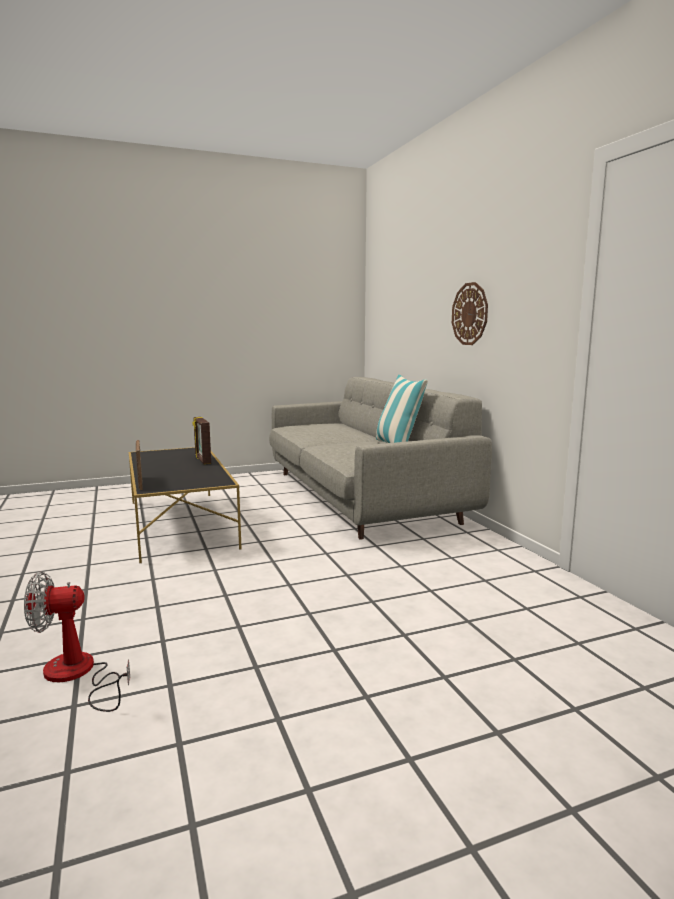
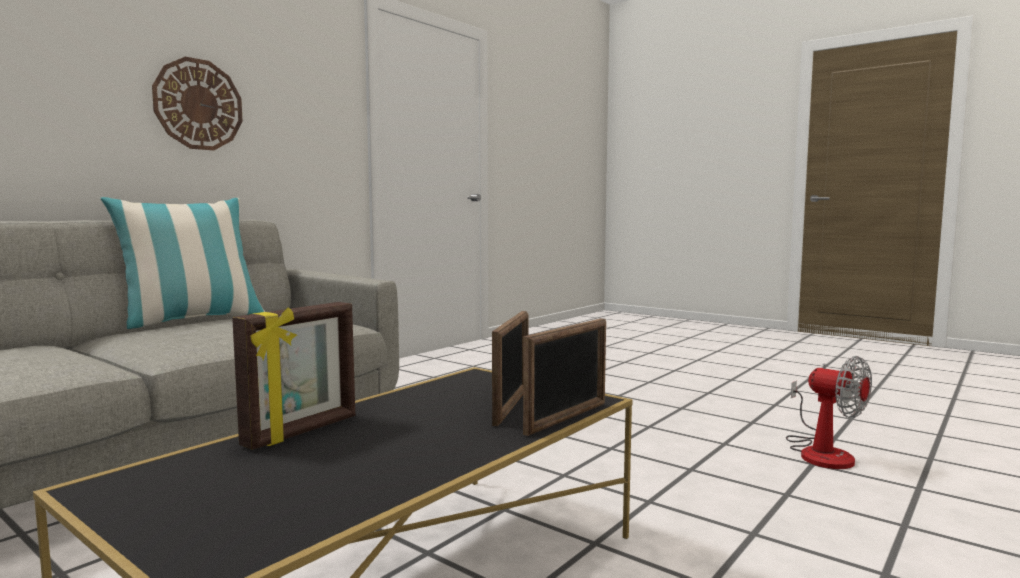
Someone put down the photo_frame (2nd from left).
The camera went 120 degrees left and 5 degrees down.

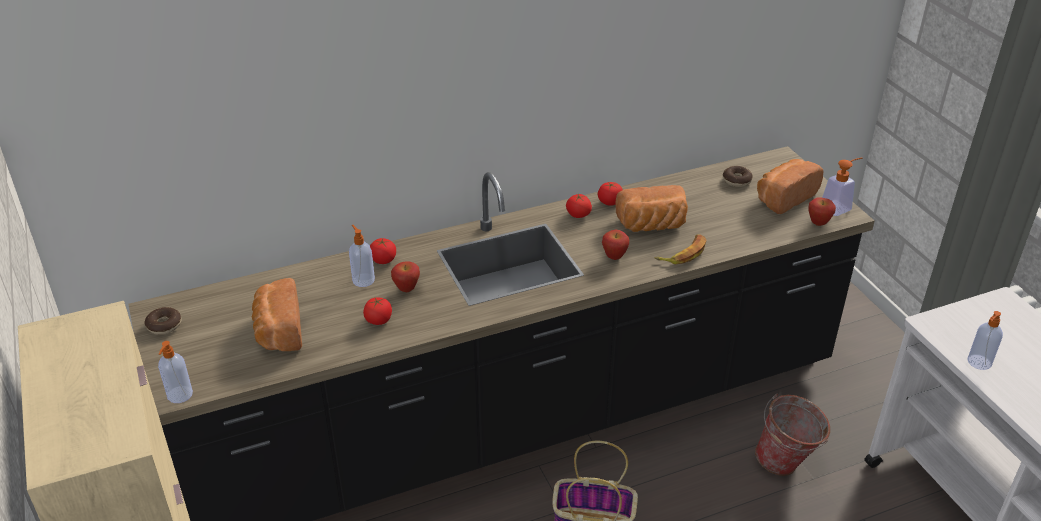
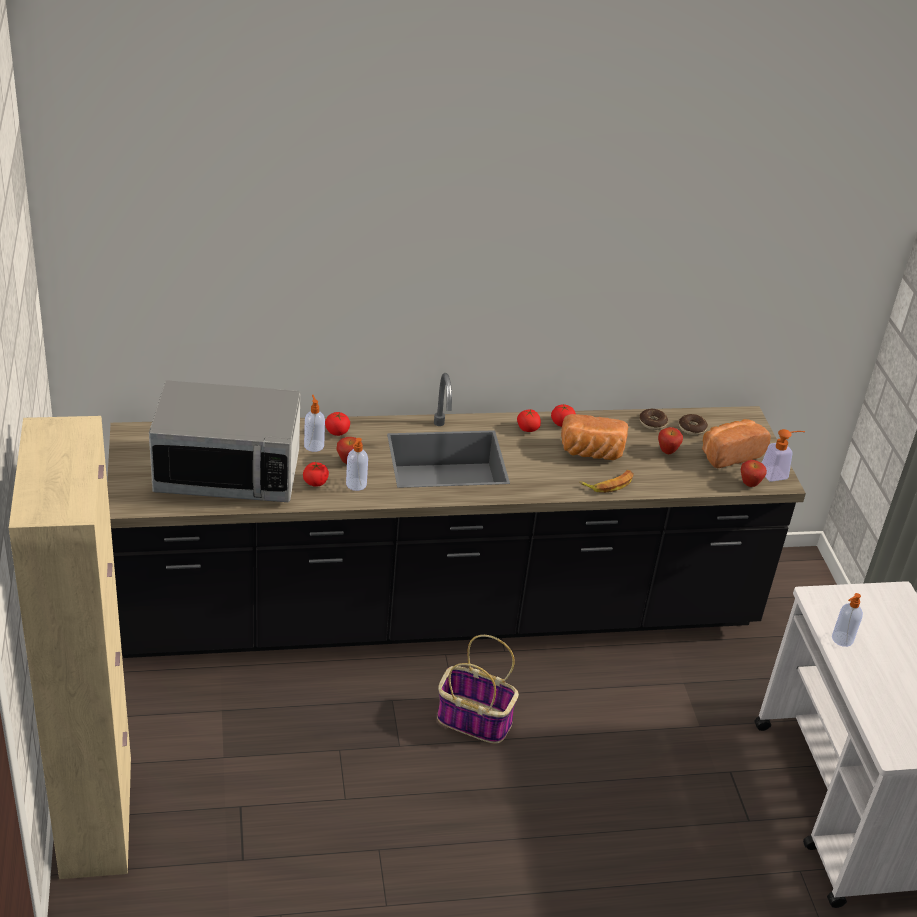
Someone carried the apple_fruit (2nd from left).
Someone swapped the bakery_bread (1st from left) for the microwave_oven.
Someone carried the doughnut (1st from left).
Someone carried the soap_dispenser (1st from left in the first image).
Someone took away the bucket.
The camera went 10 degrees right and 0 degrees up.

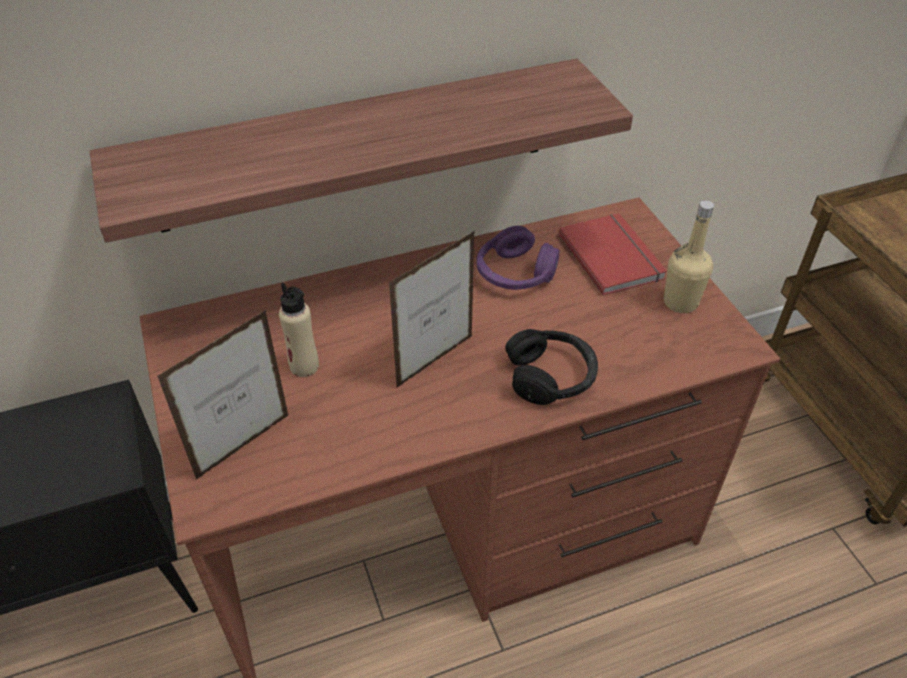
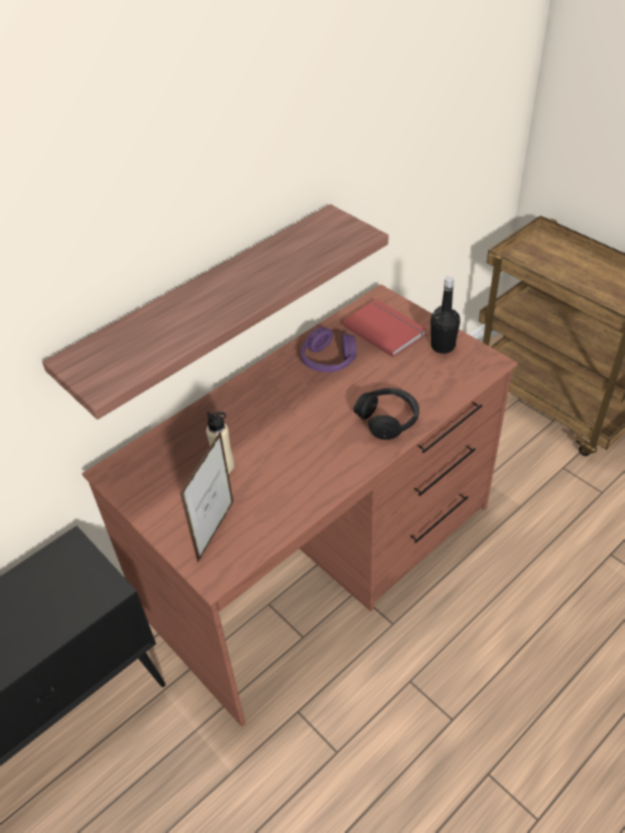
Someone repainted the sand-coloured_bottle (2nd from left), which became the blackish_bottle.
Someone took away the photo_frame (2nd from left).
The camera went 20 degrees left and 0 degrees up.

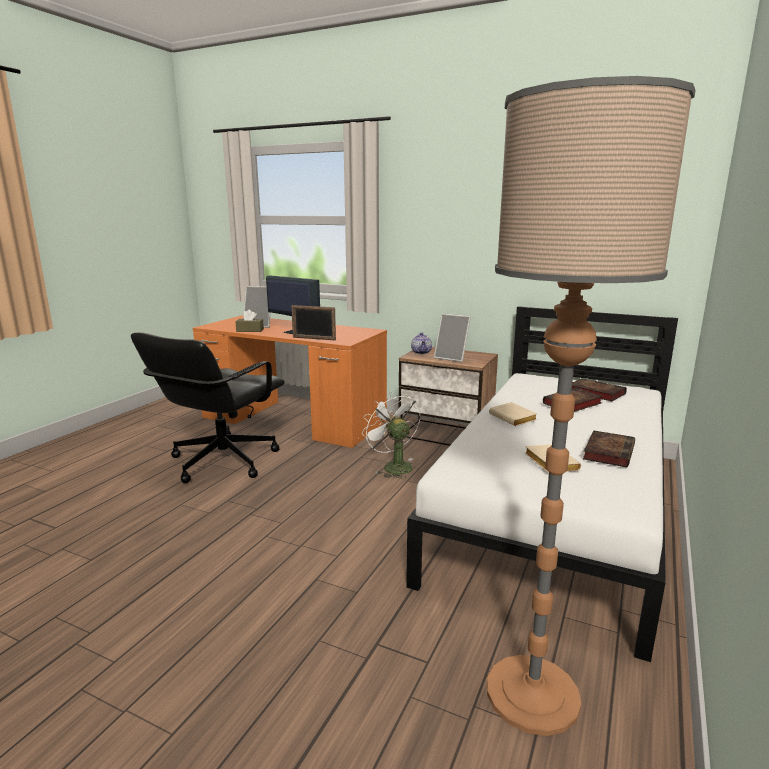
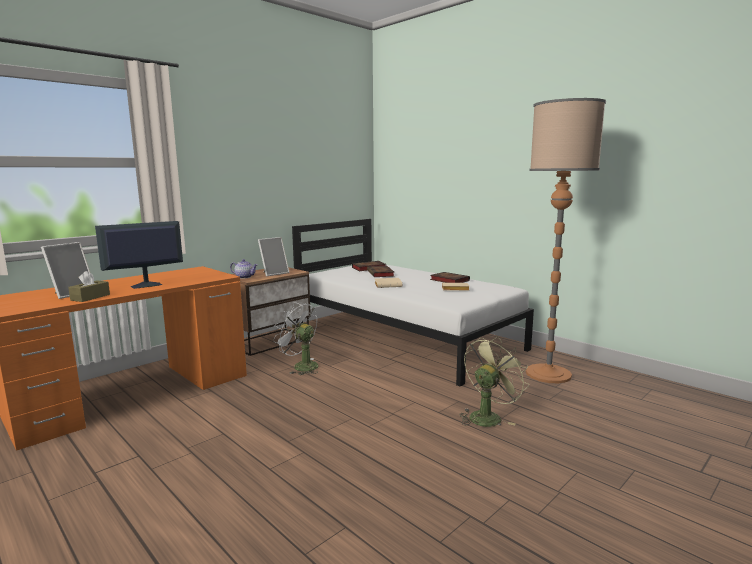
Someone took away the photo_frame (2nd from left).
Someone took away the blackish_desk_chair.
Someone rotated the whitish_cooling_fan by 45 degrees clockwise.
Someone put down the green_cooling_fan.
The camera went 70 degrees left and 5 degrees down.

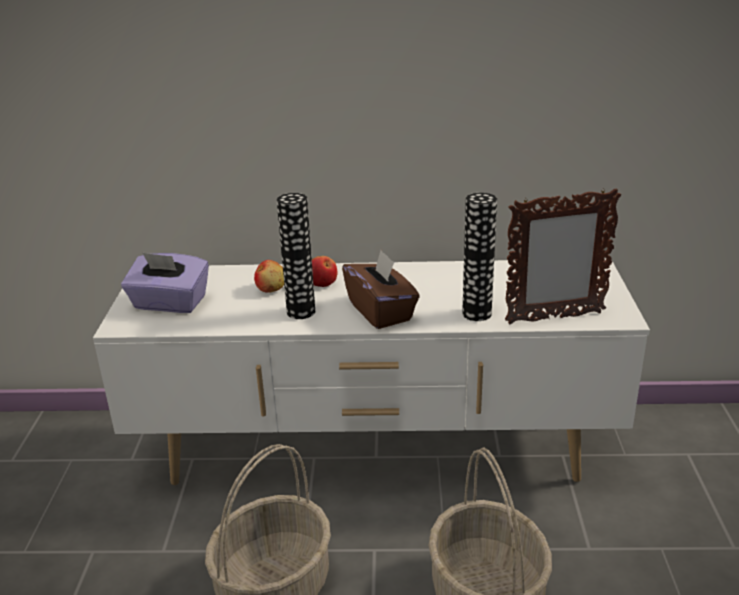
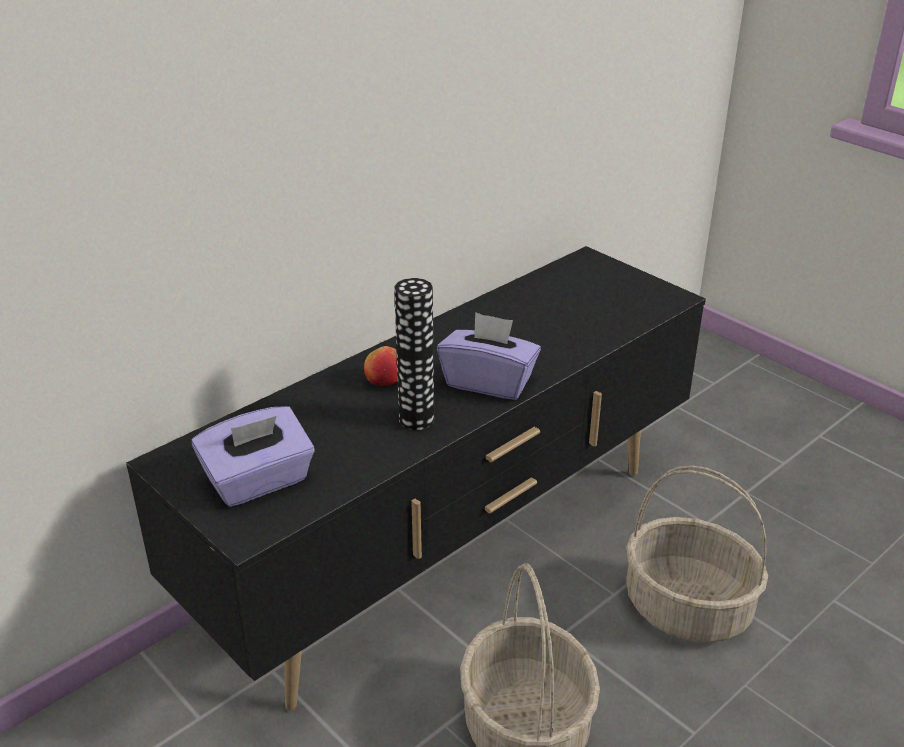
Someone took away the photo_frame.
Someone took away the vase (2nd from left).
Someone repainted the brown-coloured_box_of_tissues, which became the purple_box_of_tissues (2nd from left).
Someone repainted the whitish_tv_unit, which became the blackish_tv_unit.
Someone took away the apple_fruit (1st from left).
The camera went 45 degrees left and 5 degrees up.

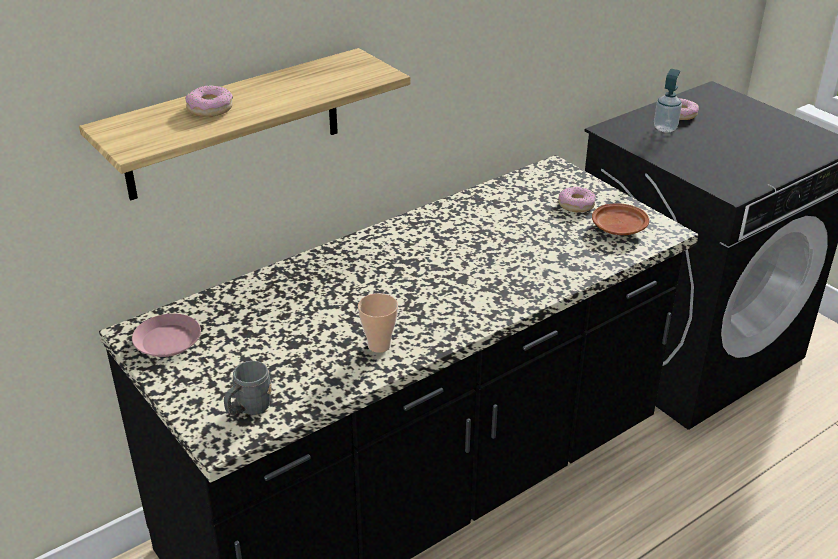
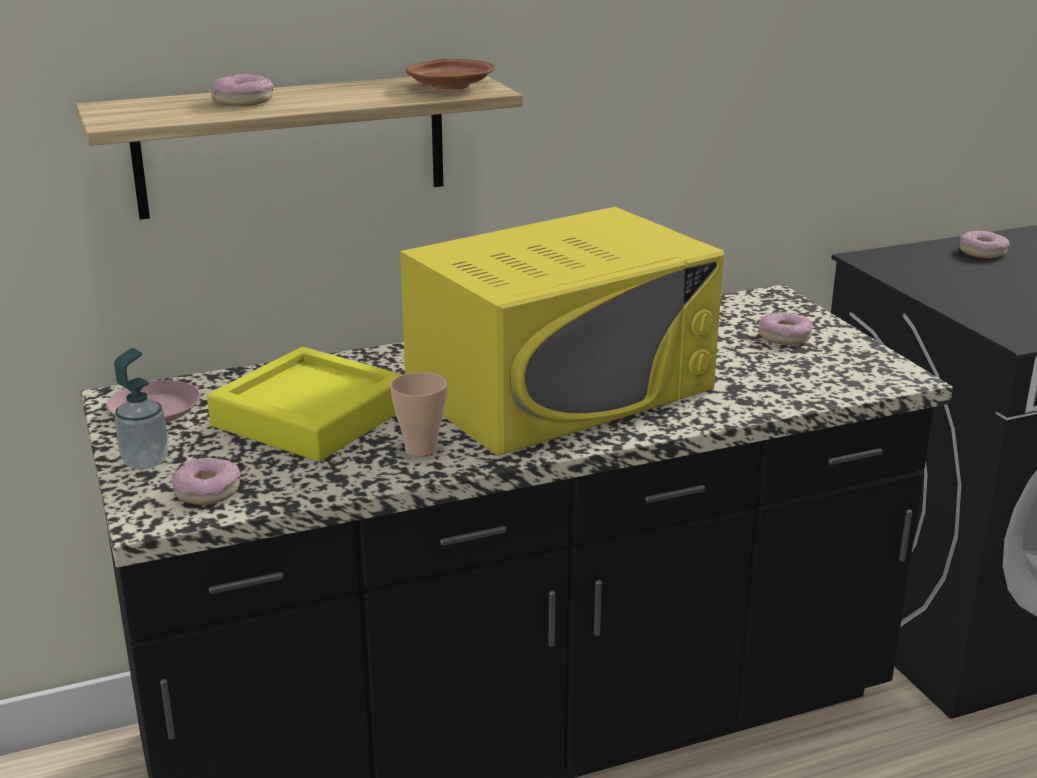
Someone carried the soap_dispenser.
Someone carried the brown-coloured_dinner_plate.
Someone swapped the greyish_coffee_mug for the doughnut (1st from left).
Someone put down the yellow-coloured_microwave_oven.
Someone put down the yellow-coloured_carrying_tray.
The camera went 15 degrees right and 10 degrees down.

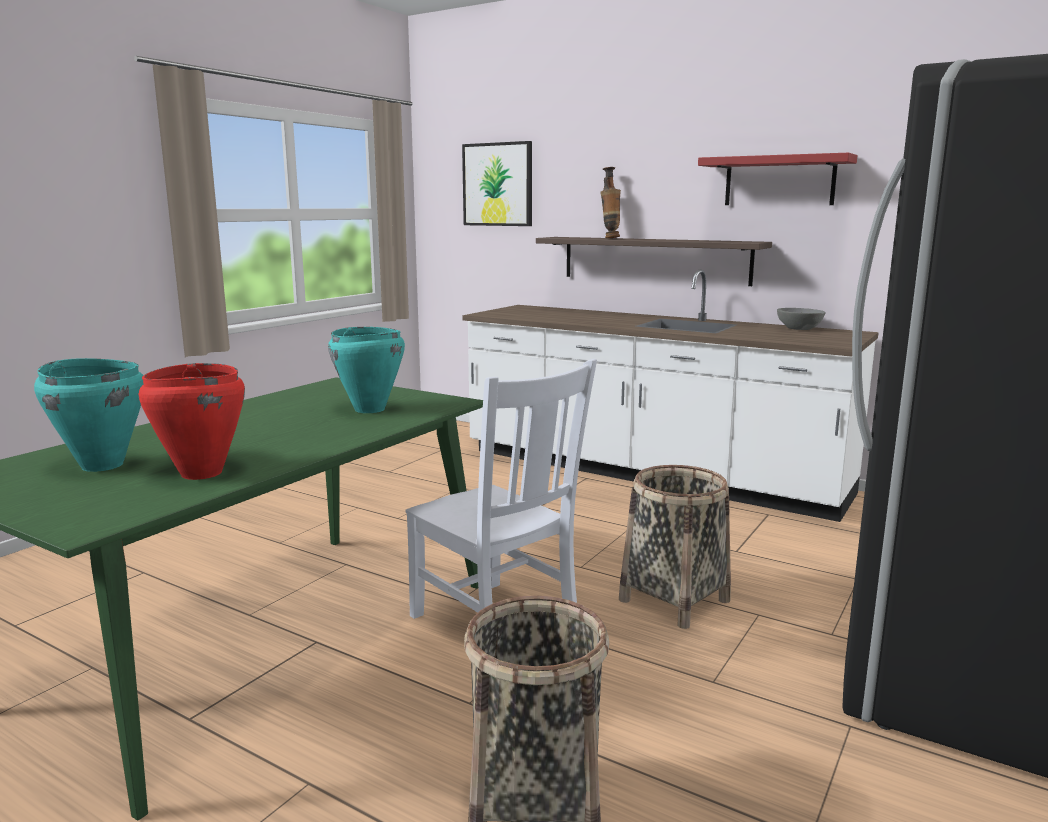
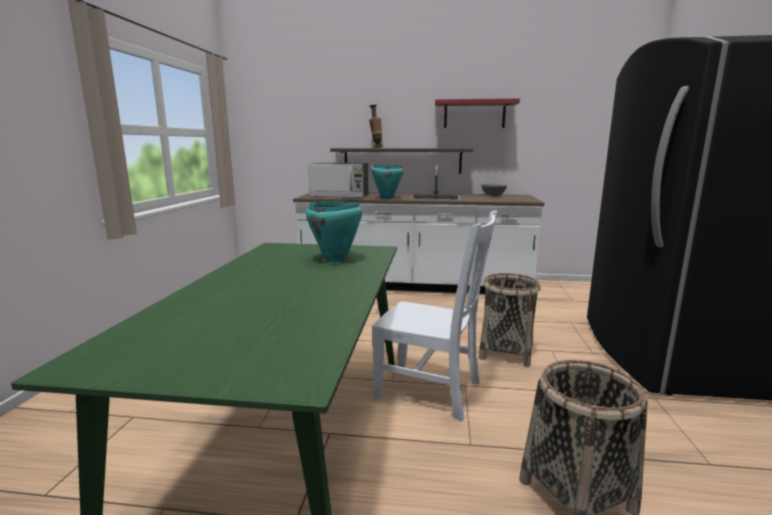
Someone took away the wall_art.
Someone carried the turquoise_cooking_pot (1st from left in the first image).
Someone took away the red-coloured_cooking_pot.
Someone put down the microwave_oven.
The camera went 25 degrees left and 0 degrees up.

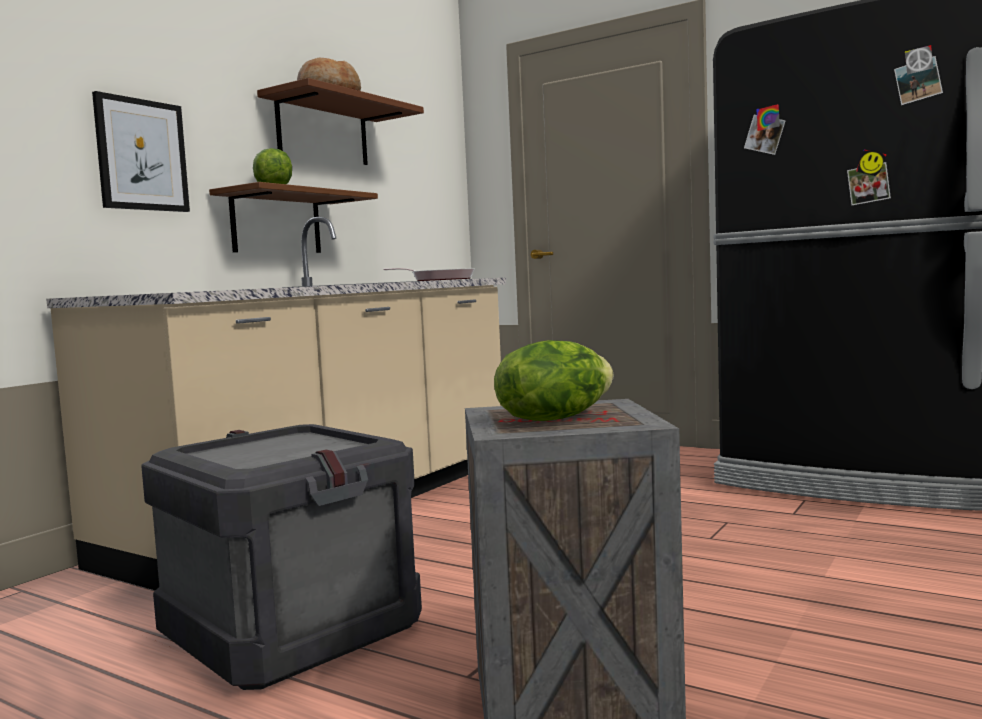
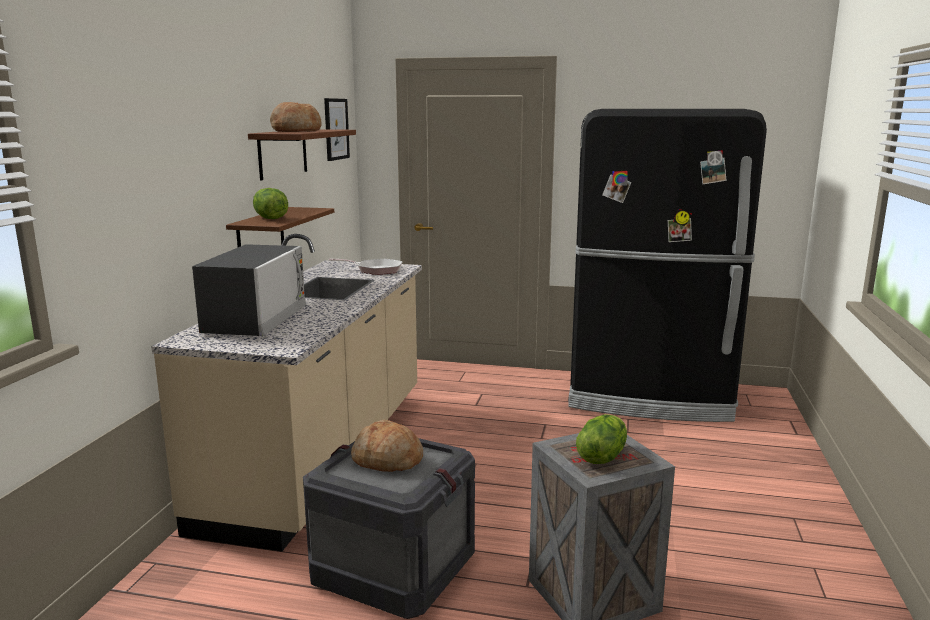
Someone carried the wall_art.
Someone put down the microwave_oven.
Someone put down the bakery_bread (2nd from left).
The camera went 20 degrees left and 10 degrees up.

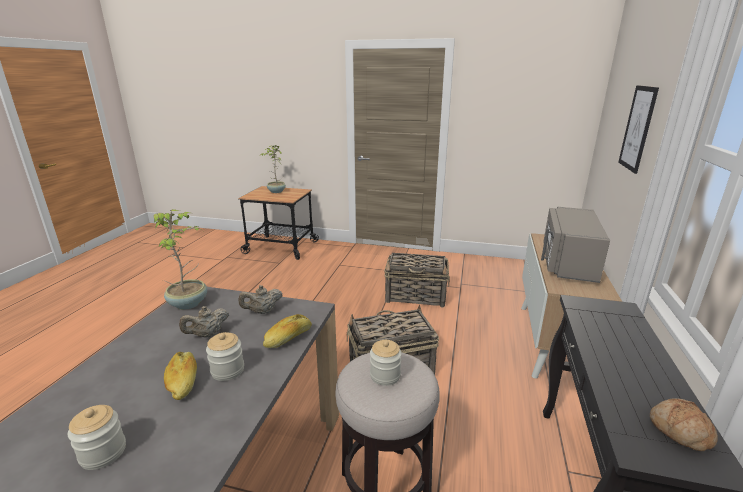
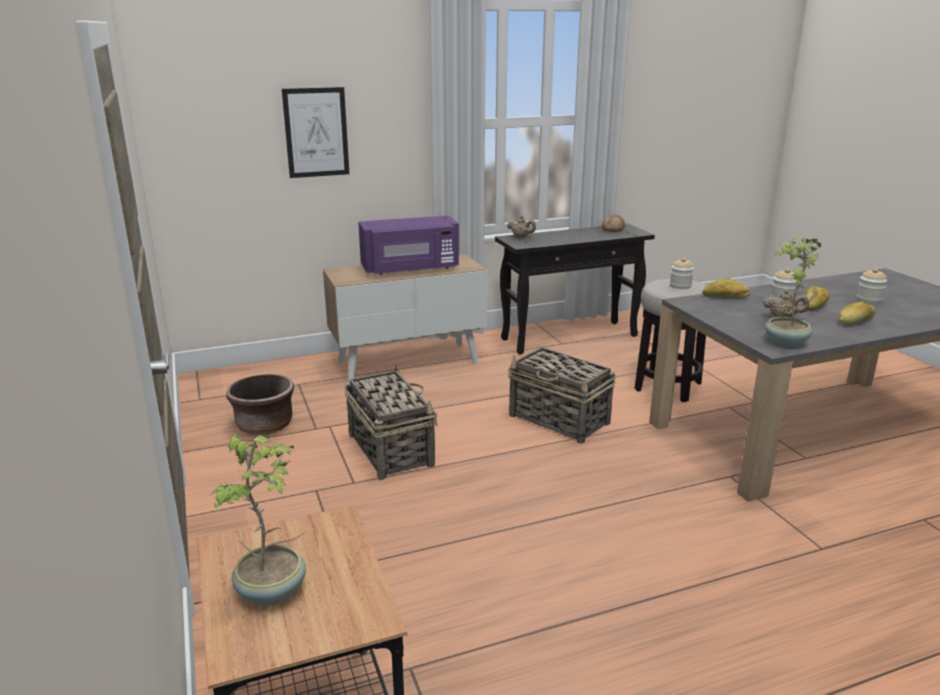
Someone repainted the greyish_microwave_oven, which became the purple_microwave_oven.
Someone carried the sand-coloured_pot_for_tea (2nd from left in the first image).
Someone put down the bakery_bread (4th from left).
Someone put down the brown-coloured_planter.
The camera went 125 degrees left and 0 degrees up.

